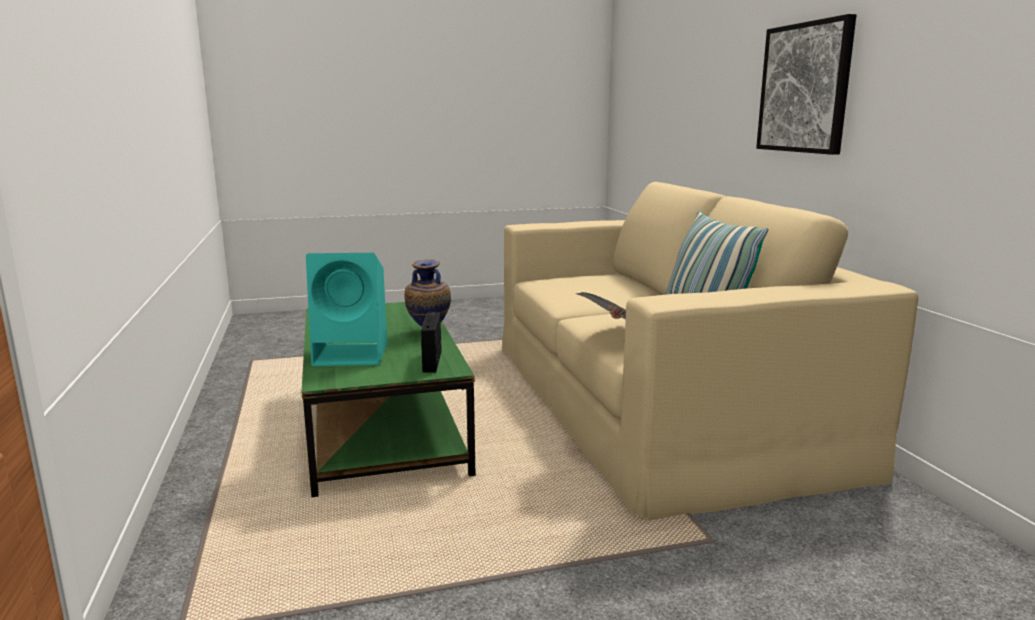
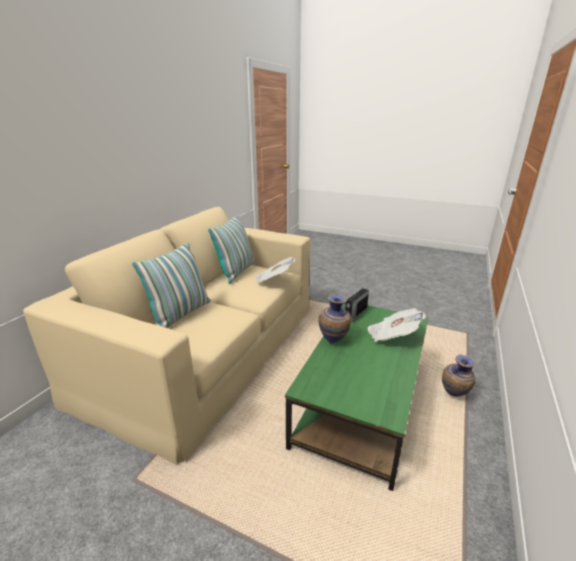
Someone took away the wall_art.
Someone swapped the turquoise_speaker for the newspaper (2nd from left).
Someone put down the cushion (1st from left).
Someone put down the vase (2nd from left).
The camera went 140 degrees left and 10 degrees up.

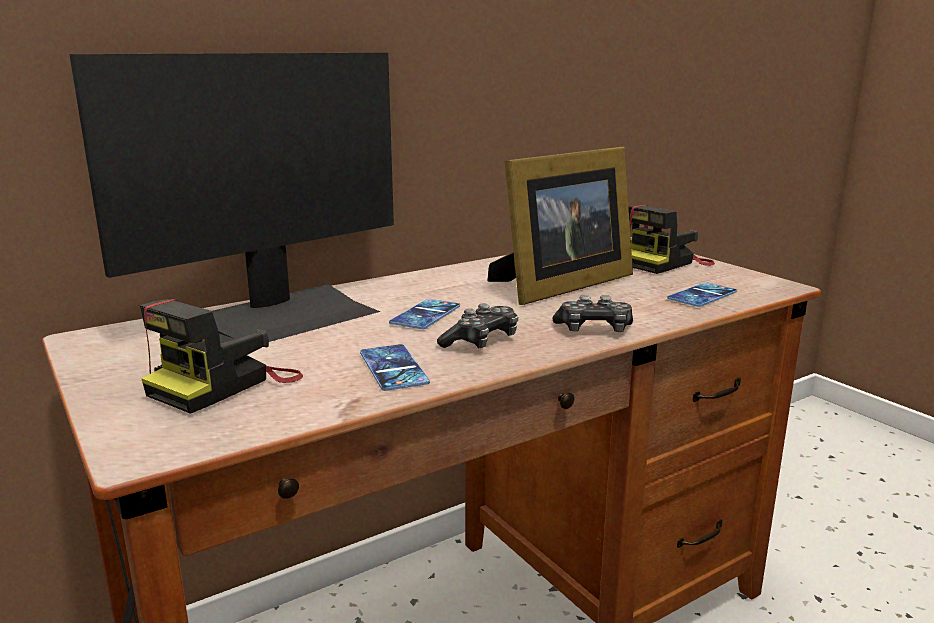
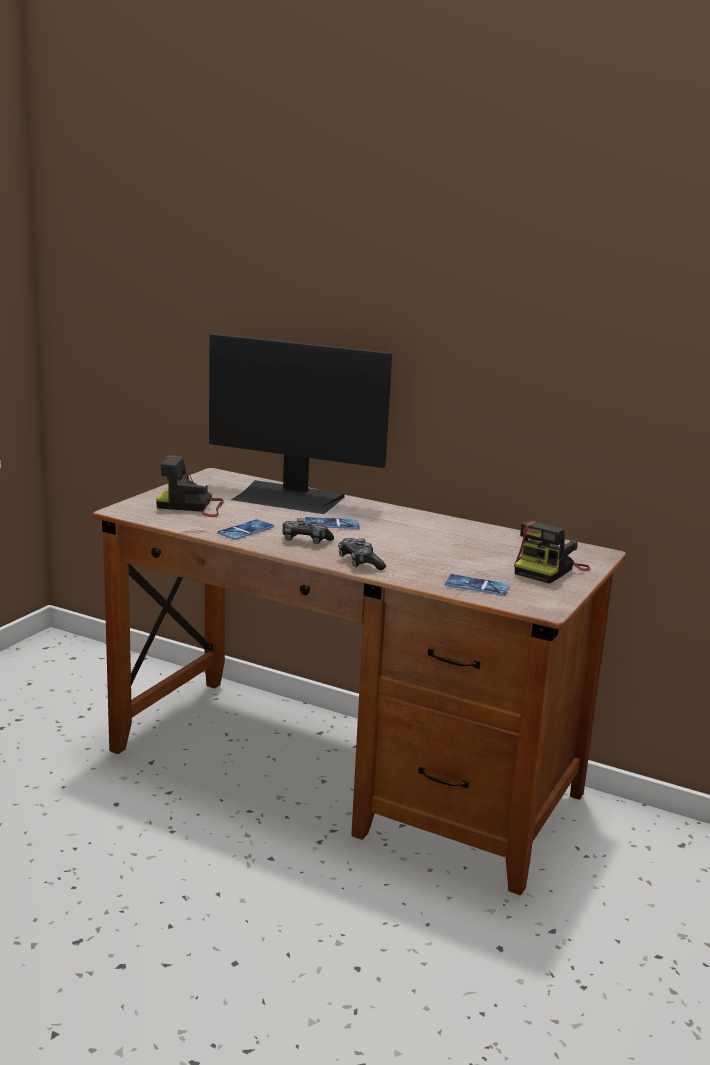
Someone took away the photo_frame.
Someone rotated the photo_camera (2nd from left) by 75 degrees counterclockwise.
The camera went 60 degrees right and 0 degrees up.

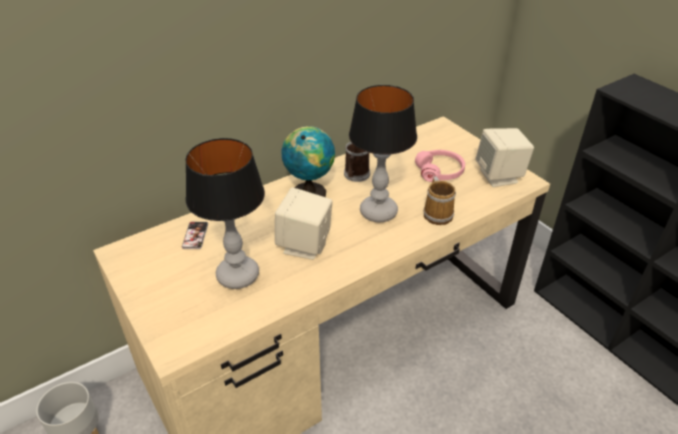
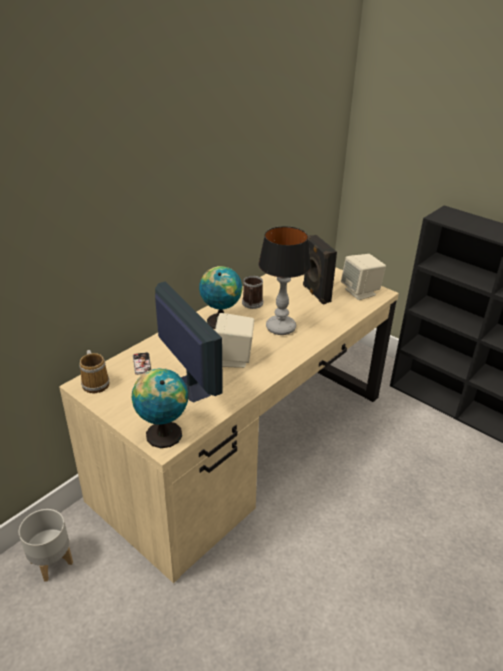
Someone swapped the table_lamp (1st from left) for the computer_display.
Someone swapped the pinkish_headphones for the blackish_speaker.
Someone carried the coffee_mug (2nd from left in the first image).
Someone put down the world_globe (1st from left).
The camera went 15 degrees left and 5 degrees down.

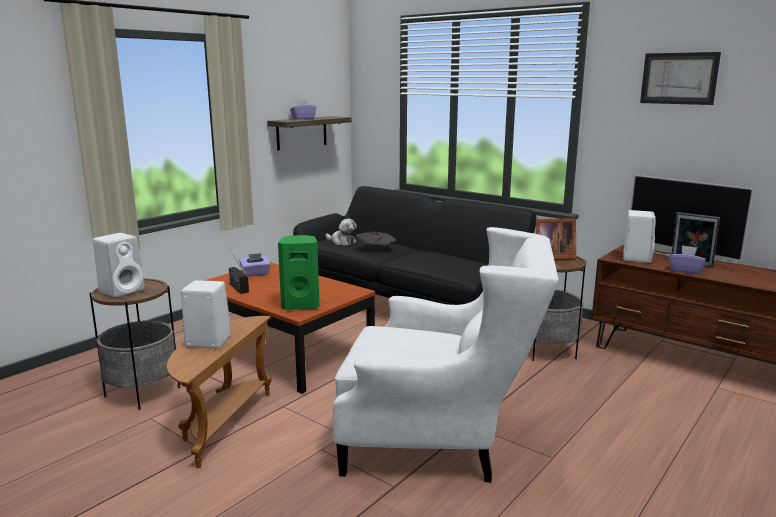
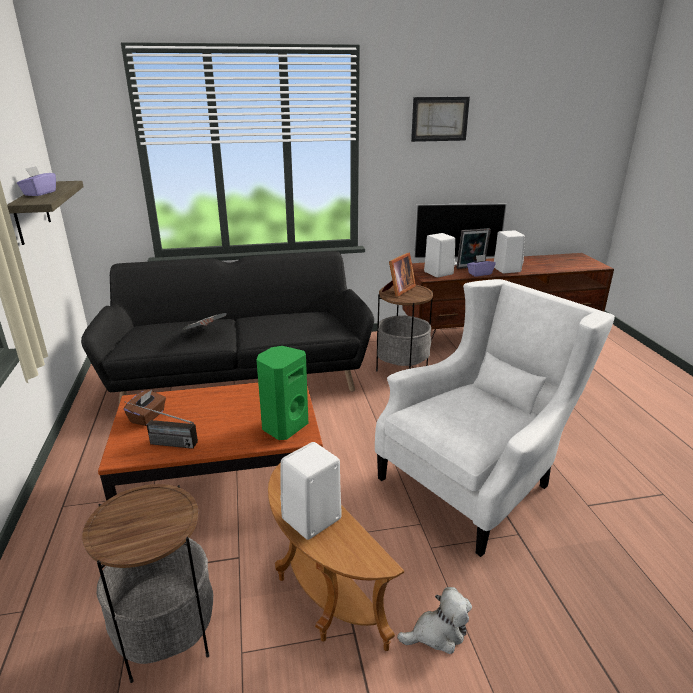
Someone carried the soft_toy.
Someone carried the whitish_speaker (1st from left in the first image).
Someone repainted the purple_box_of_tissues (1st from left), which became the brown-coloured_box_of_tissues.
The camera went 50 degrees left and 10 degrees up.

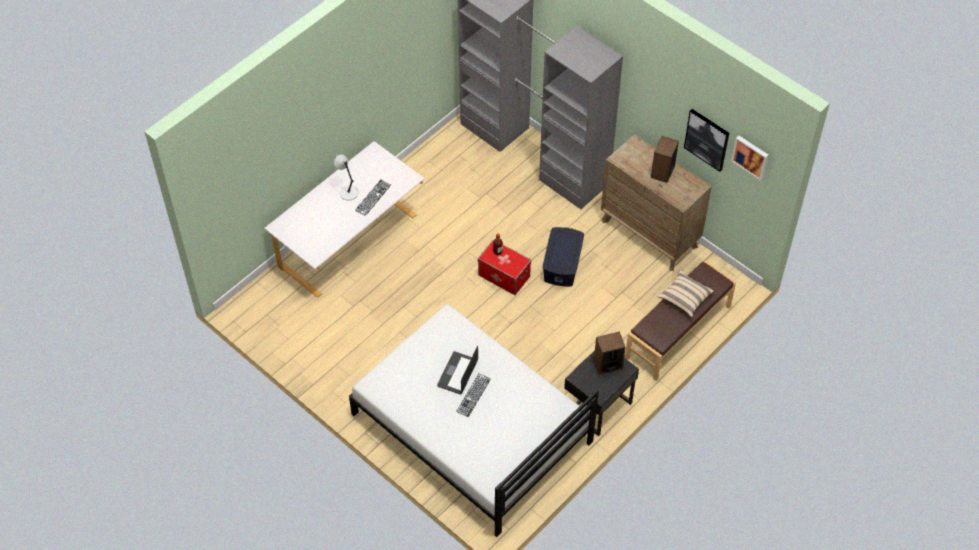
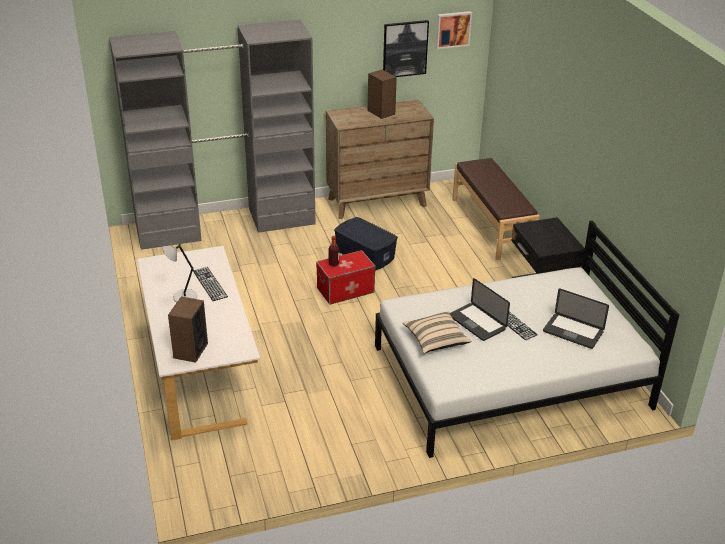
Someone carried the sand-coloured_cushion.
Someone carried the speaker (1st from left).
Someone put down the portable_computer (2nd from left).
The camera went 60 degrees left and 20 degrees down.

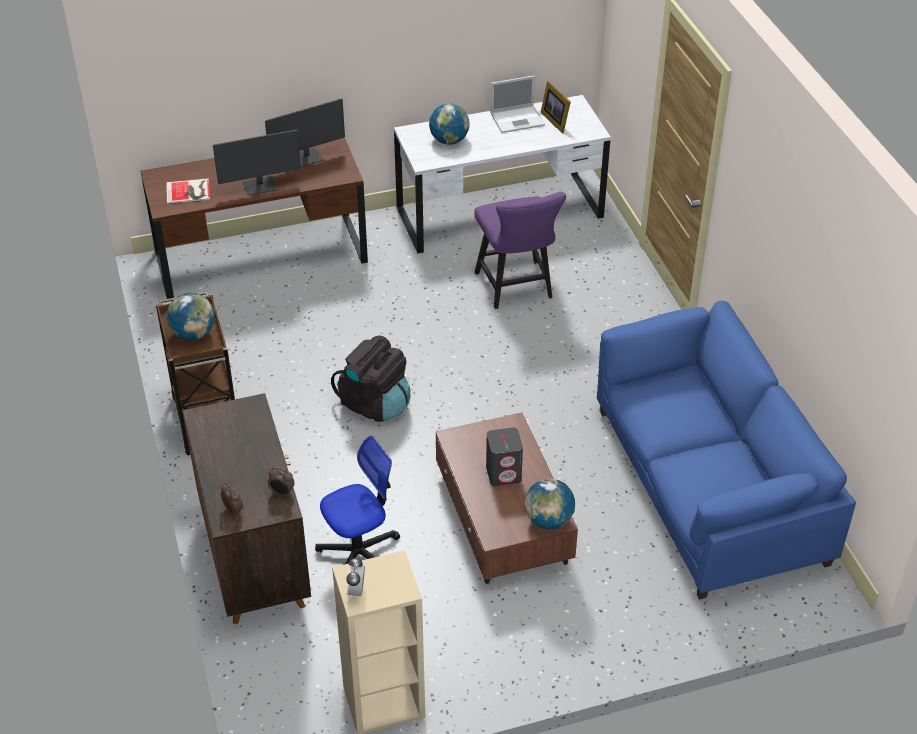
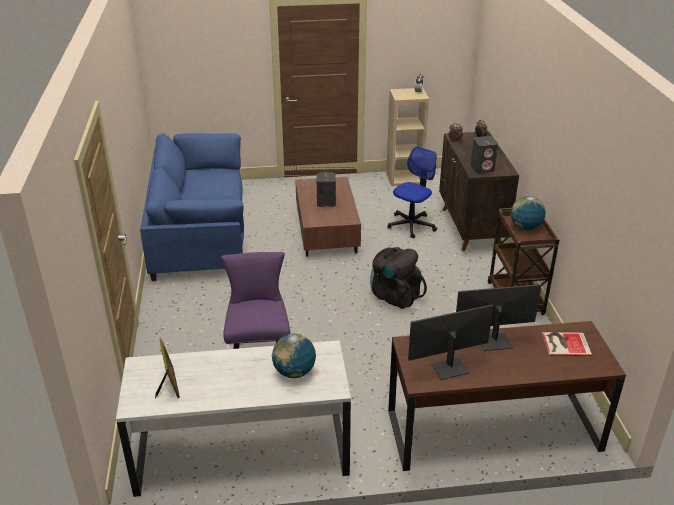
Someone took away the portable_computer.
Someone rotated the desk_chair by 150 degrees clockwise.
Someone took away the world_globe (3rd from left).
Someone put down the greyish_speaker (2nd from left).
The camera went 170 degrees left and 10 degrees down.

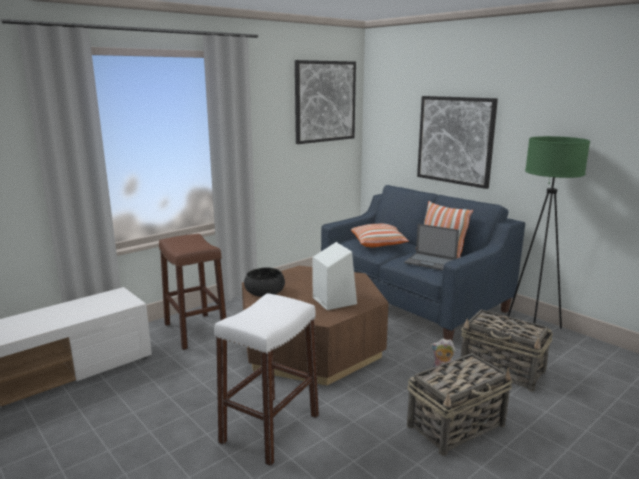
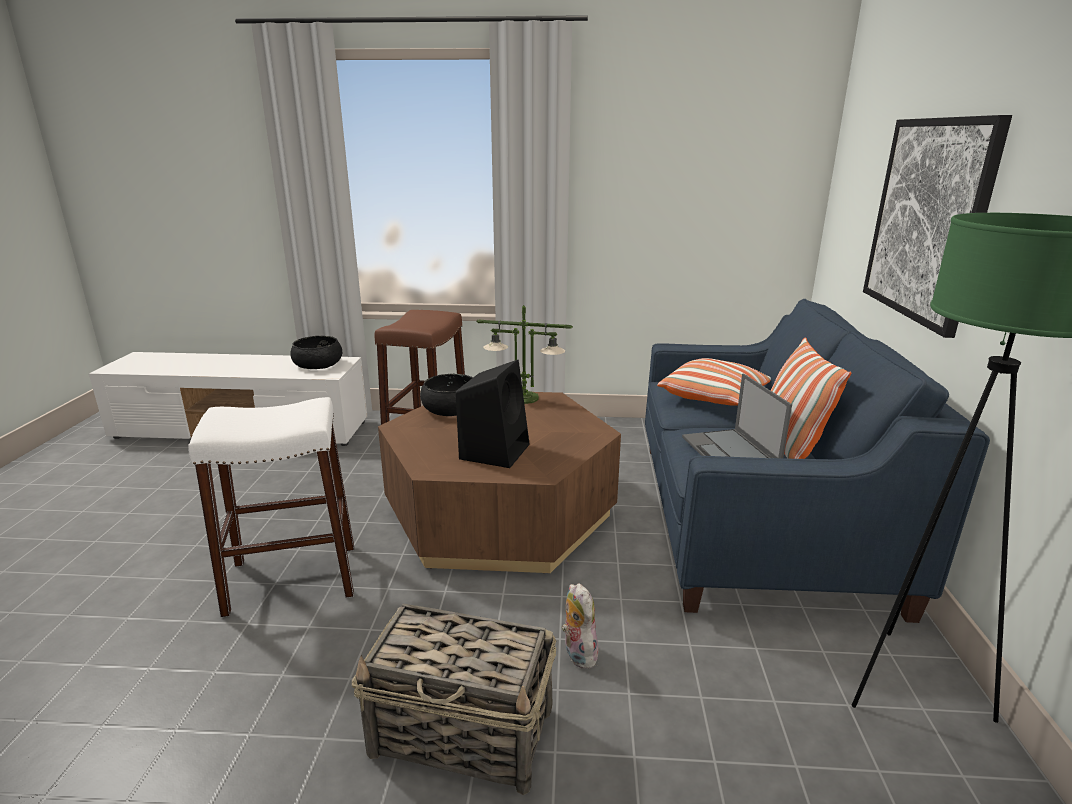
Someone took away the wall_art (1st from left).
Someone repainted the whitish_speaker, which became the blackish_speaker.
Someone took away the storage_basket (2nd from left).
Someone put down the table_lamp.
Someone put down the blackish_serving_bowl (1st from left).
The camera went 45 degrees right and 5 degrees up.

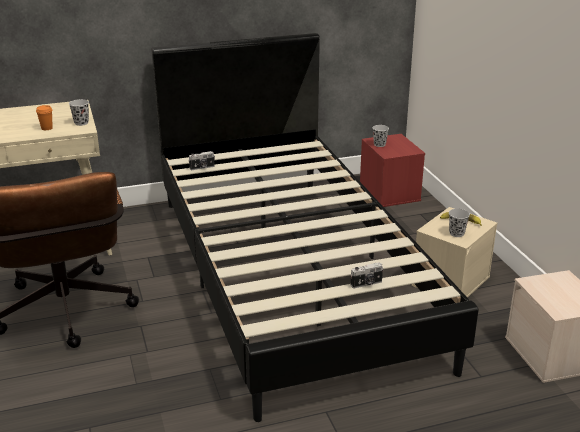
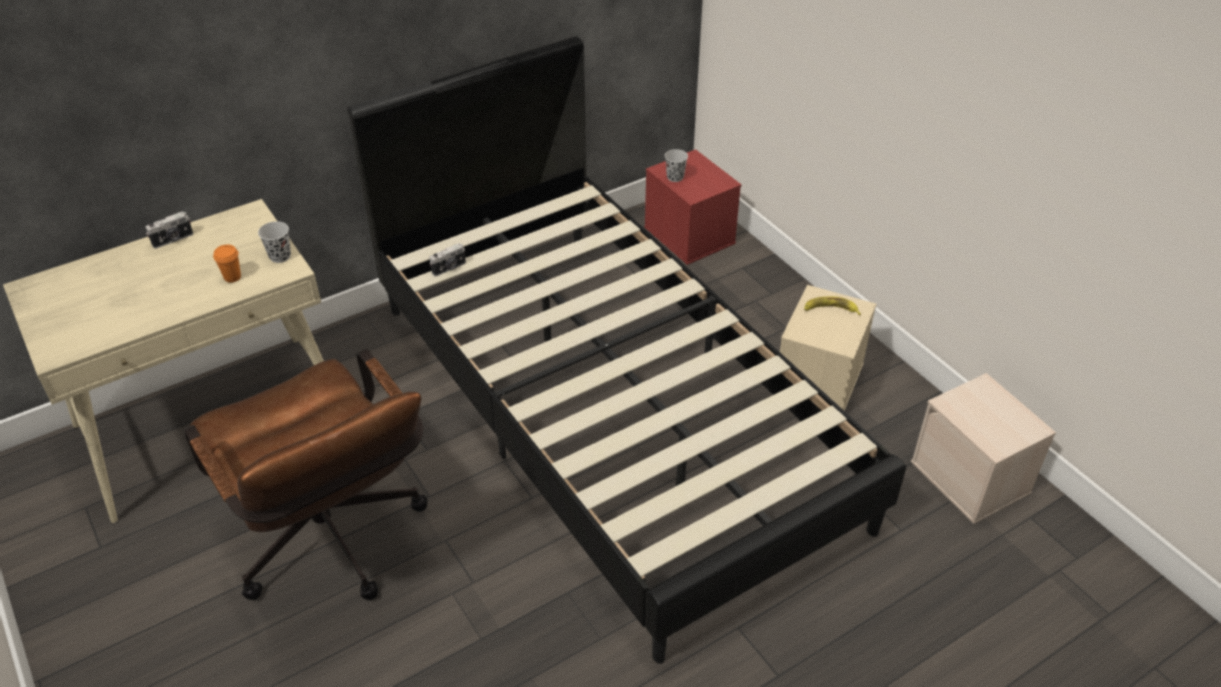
Someone took away the blackish_cup (3rd from left).
Someone carried the photo_camera (2nd from left in the first image).
The camera went 15 degrees left and 15 degrees up.

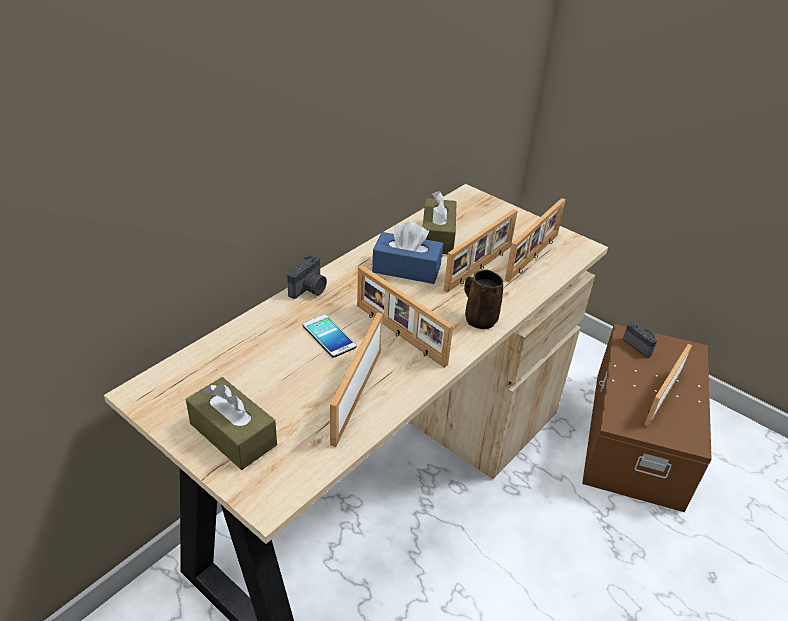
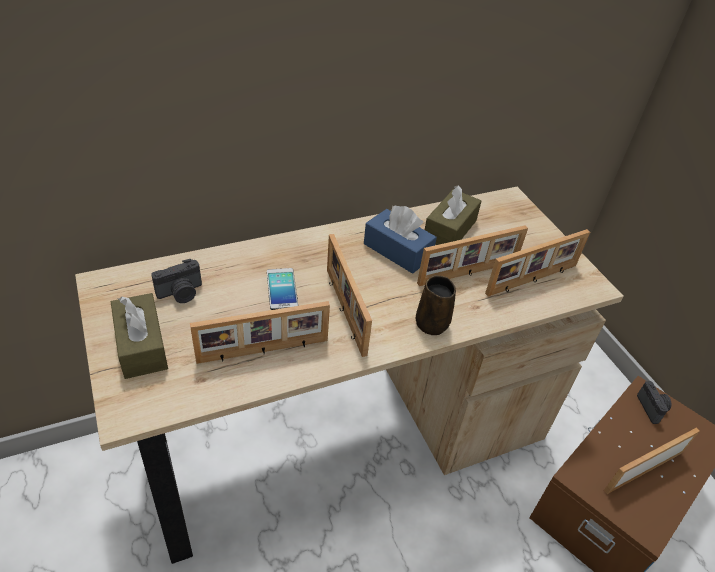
Someone carried the photo_camera (1st from left).
Someone rotated the photo_frame (1st from left) by 150 degrees counterclockwise.
The camera went 25 degrees right and 5 degrees up.

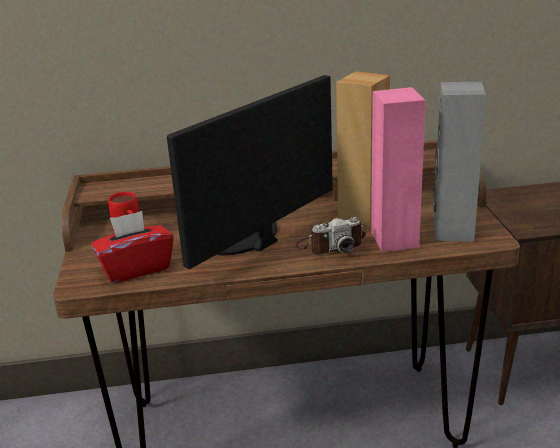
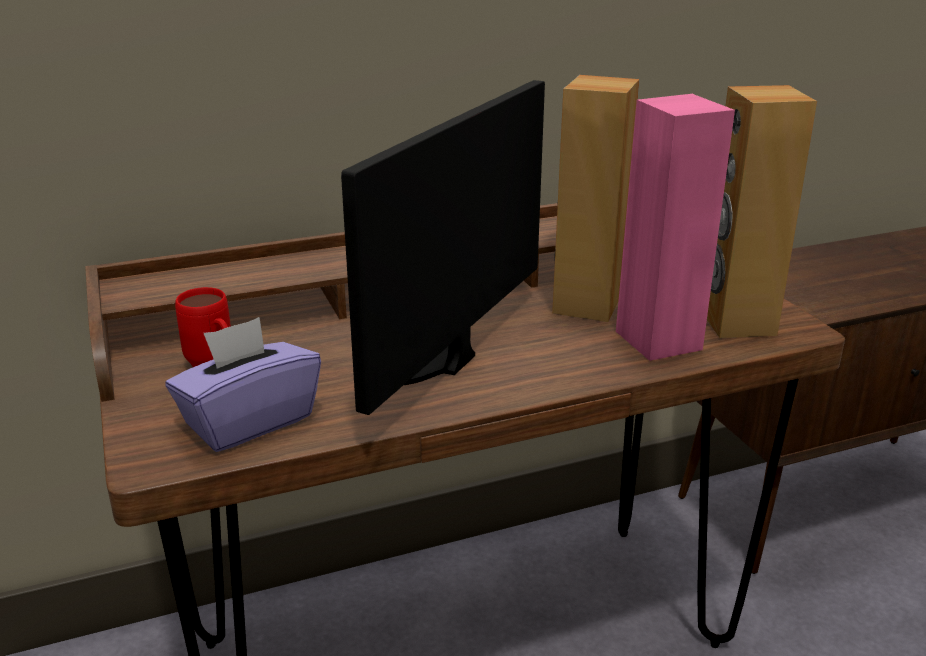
Someone repainted the greyish_speaker, which became the brown-coloured_speaker (2nd from left).
Someone repainted the red-coloured_box_of_tissues, which became the purple_box_of_tissues.
Someone took away the photo_camera.
The camera went 15 degrees left and 0 degrees up.

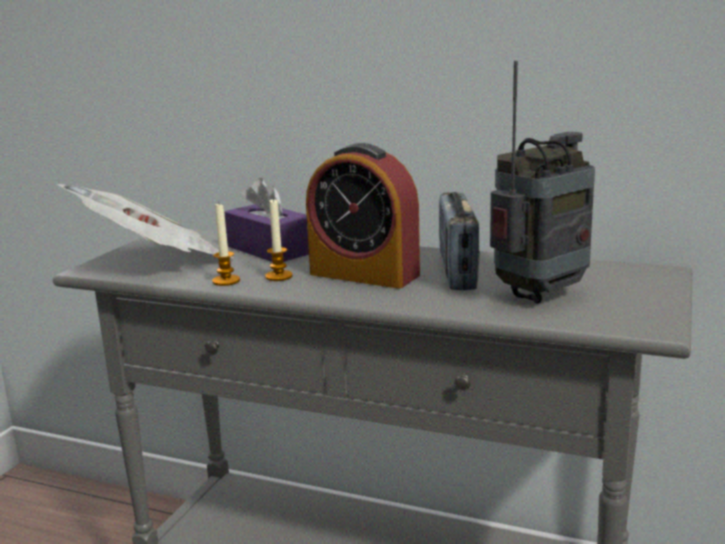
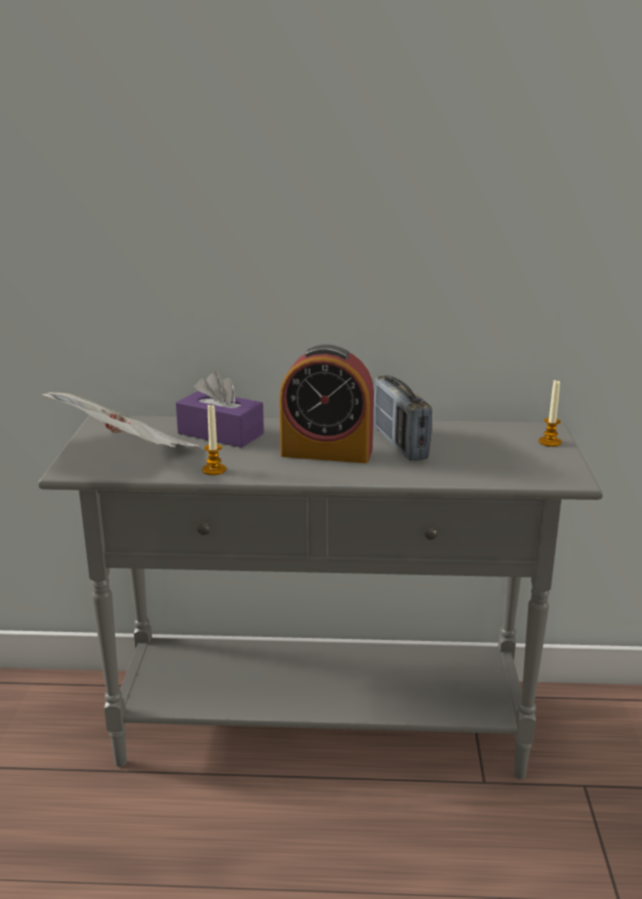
Someone took away the radio (2nd from left).
Someone carried the candle (2nd from left).
The camera went 20 degrees left and 5 degrees up.

